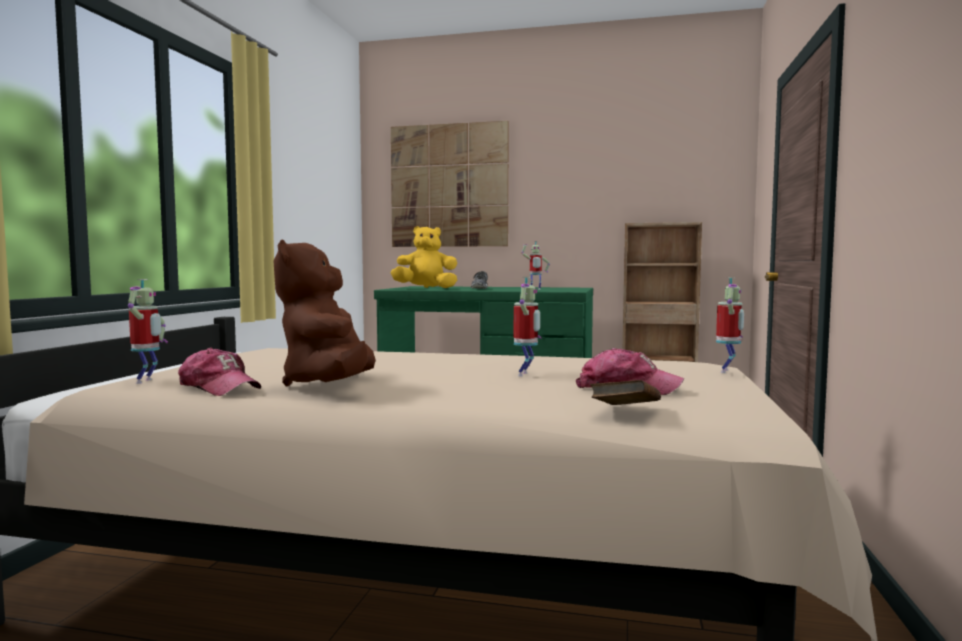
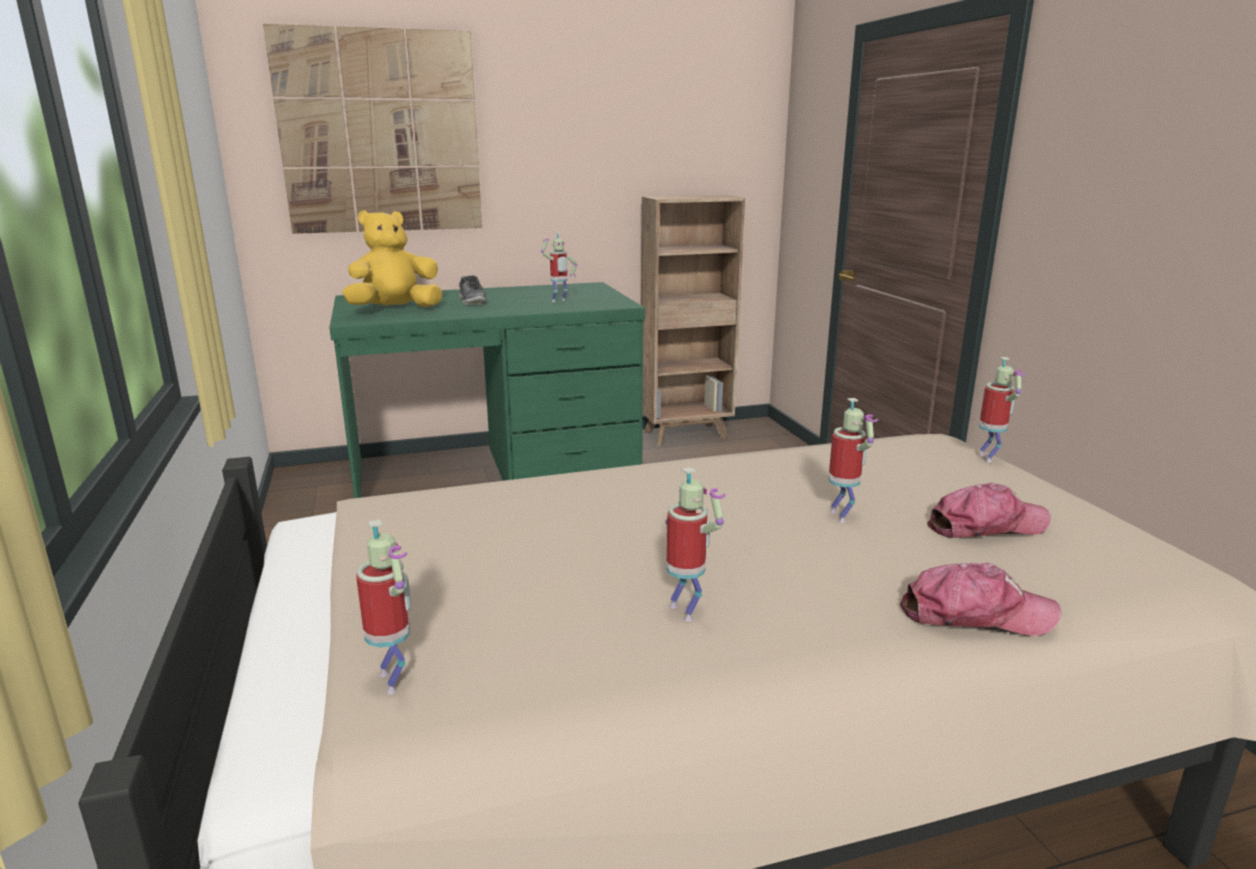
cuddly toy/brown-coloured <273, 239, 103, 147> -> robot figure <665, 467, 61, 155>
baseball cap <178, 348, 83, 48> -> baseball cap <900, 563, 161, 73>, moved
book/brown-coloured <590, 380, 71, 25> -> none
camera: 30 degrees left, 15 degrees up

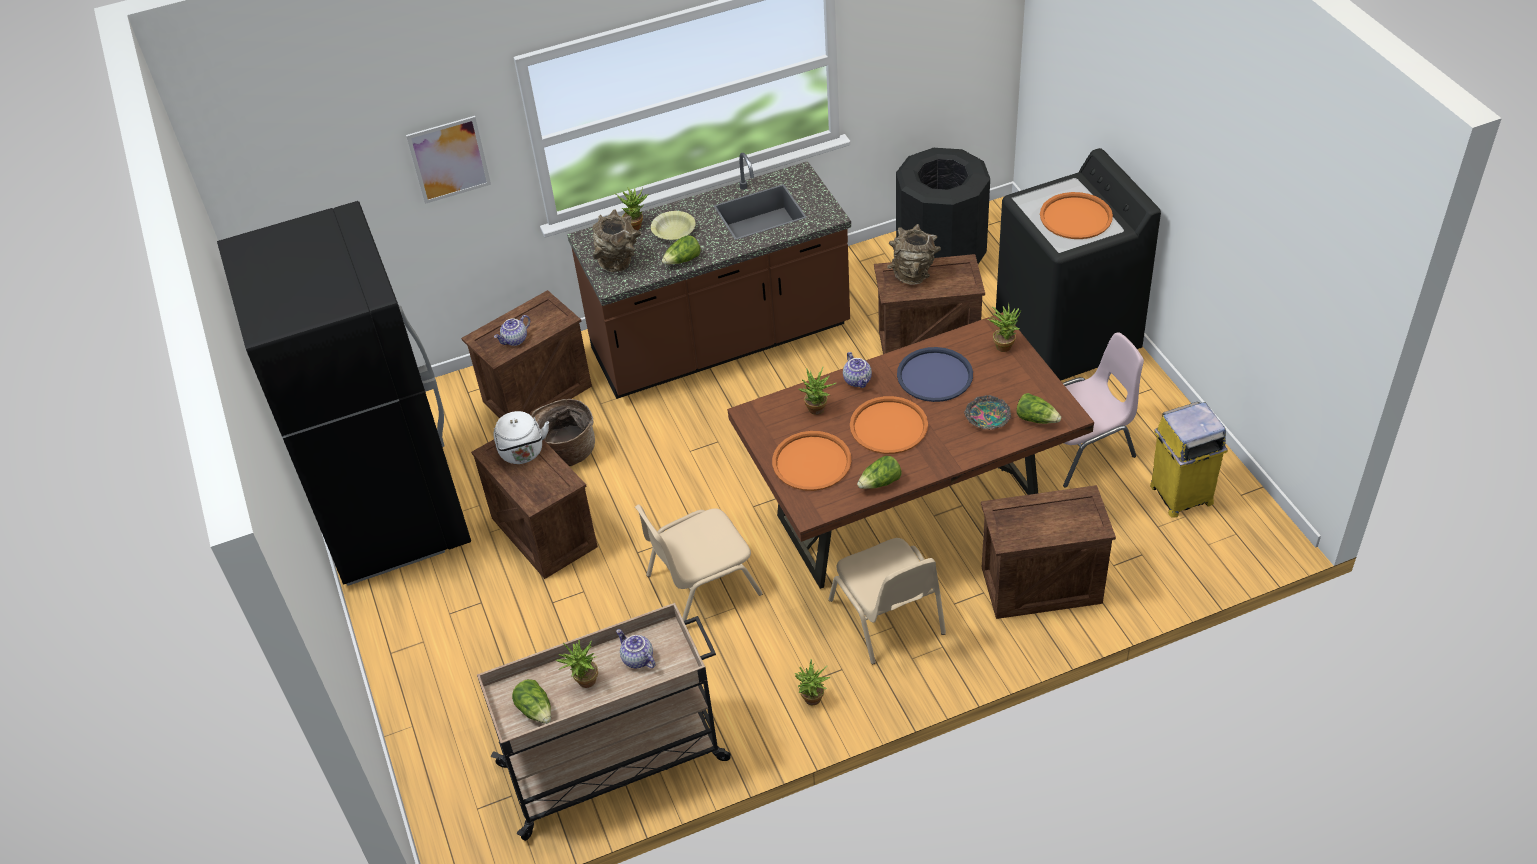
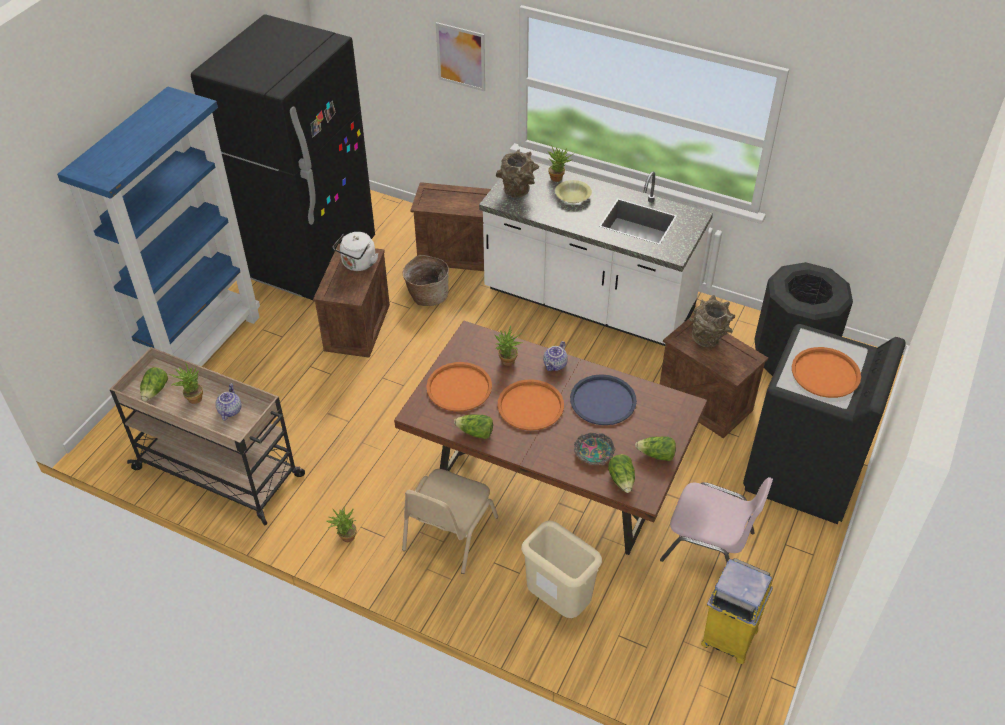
kitchen base unit/brown-coloured <567, 153, 284, 246> -> kitchen base unit/white-coloured <479, 161, 234, 185>
lettuce <662, 235, 39, 30> -> lettuce <635, 436, 41, 25>, moved
houseplant <988, 303, 33, 49> -> none
teapot <494, 315, 36, 31> -> none
crate <981, 485, 135, 134> -> trash can/beige-coloured <521, 520, 81, 98>
plain chair/beige-coloured <635, 505, 128, 116> -> none
none -> bookcase/bluish <57, 87, 203, 280>
camera: 45 degrees right, 0 degrees up

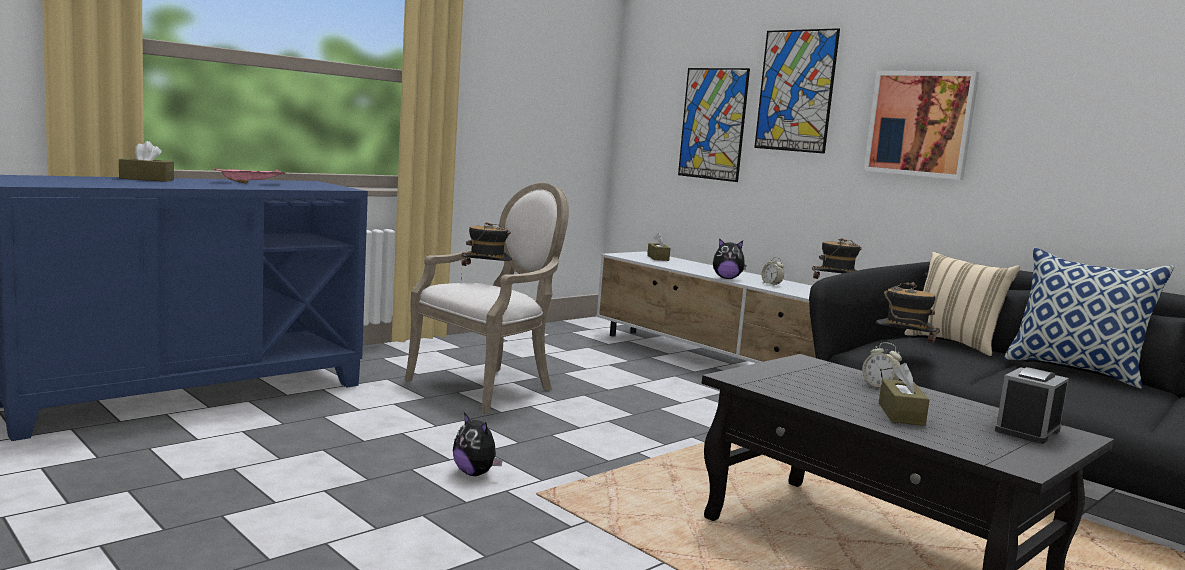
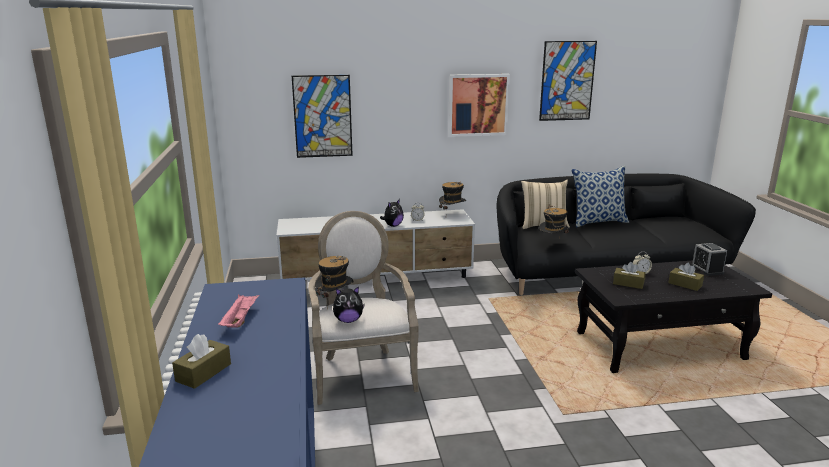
picture <754, 28, 86, 126> -> picture <539, 41, 58, 80>, moved
tissue holder/brown-coloured <647, 233, 23, 28> -> tissue holder/brown-coloured <613, 262, 33, 27>, moved
cuddly toy <453, 412, 50, 64> -> cuddly toy <333, 286, 32, 37>, moved
camera: 55 degrees left, 10 degrees up

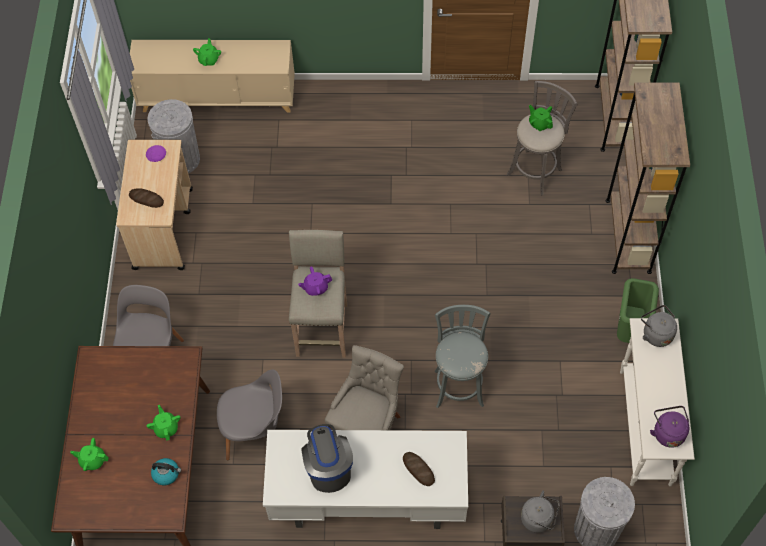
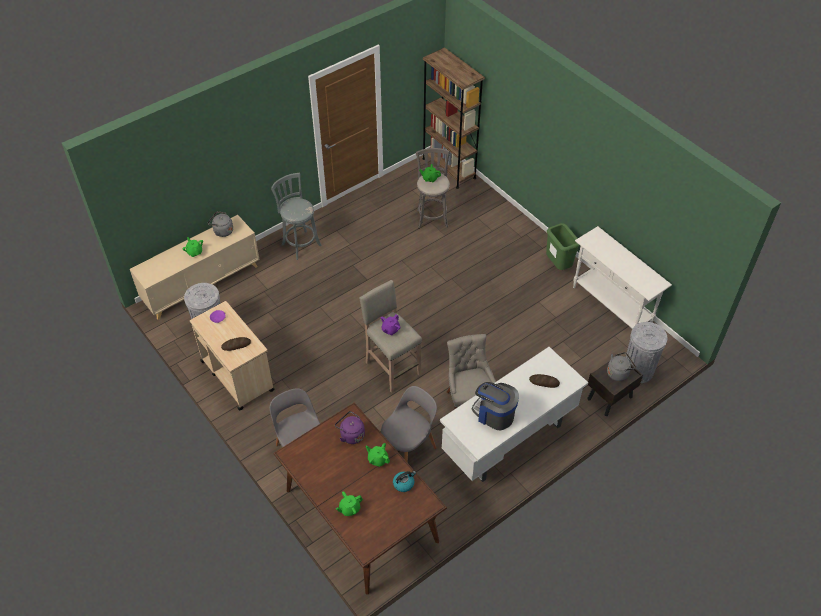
bookcase/brown-coloured <605, 82, 85, 192> -> none
stool/gray <434, 305, 57, 103> -> stool/gray <271, 173, 50, 87>, moved
kettle/gray <641, 305, 36, 42> -> kettle/gray <208, 211, 25, 26>, moved
kettle/purple <650, 406, 39, 42> -> kettle/purple <335, 411, 30, 33>, moved
camera: 40 degrees left, 10 degrees down

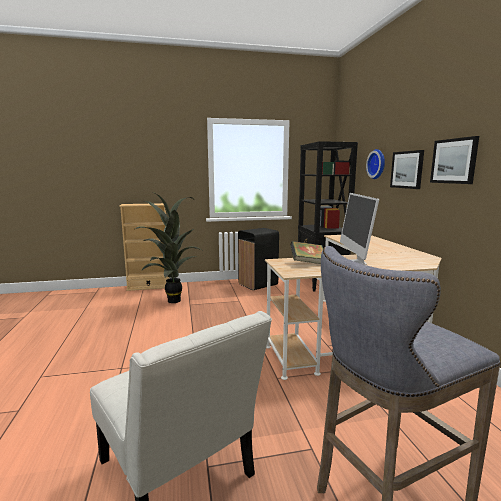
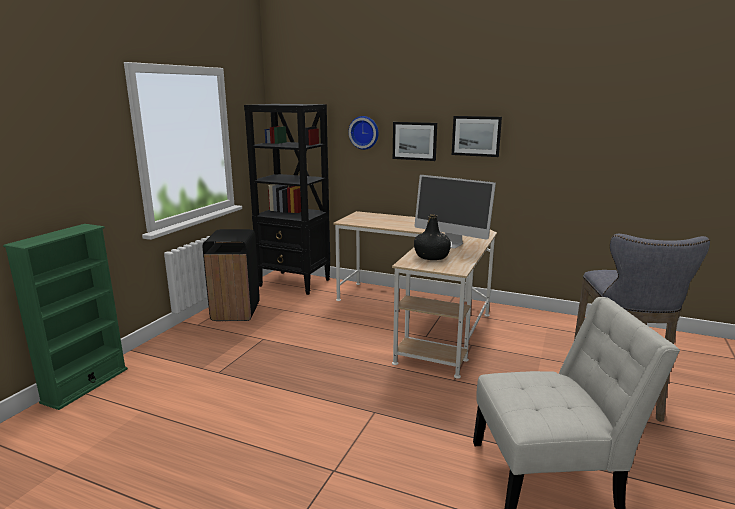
houseplant <135, 192, 69, 111> -> none
bookcase/beige-coloured <119, 203, 51, 88> -> bookcase/greenish <3, 224, 125, 186>
book <290, 241, 33, 23> -> bottle/black-coloured <414, 214, 37, 46>
camera: 55 degrees left, 5 degrees up

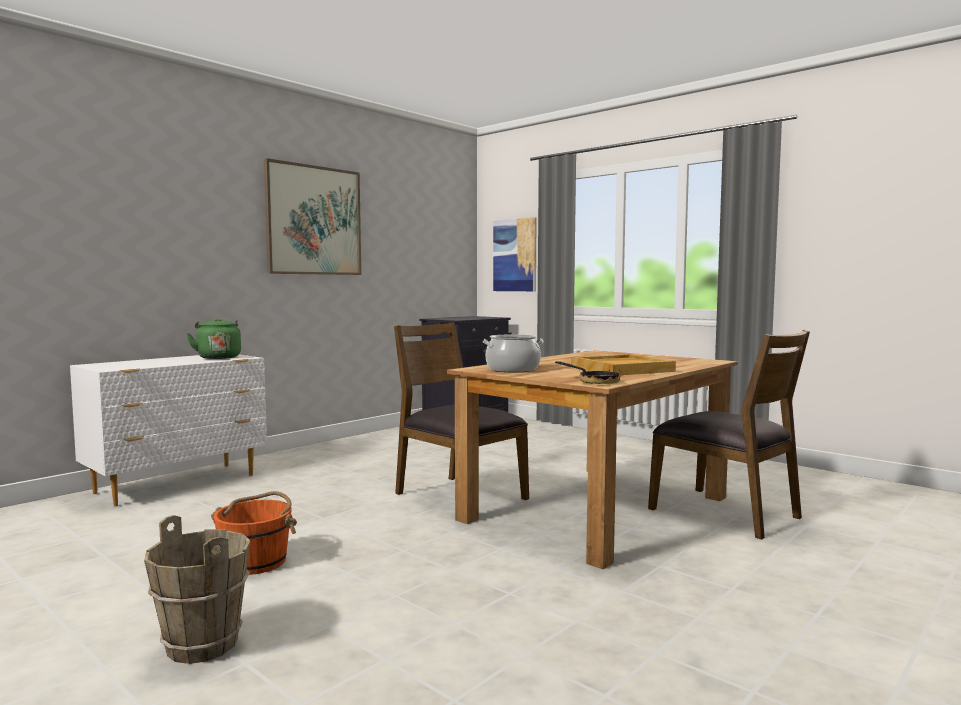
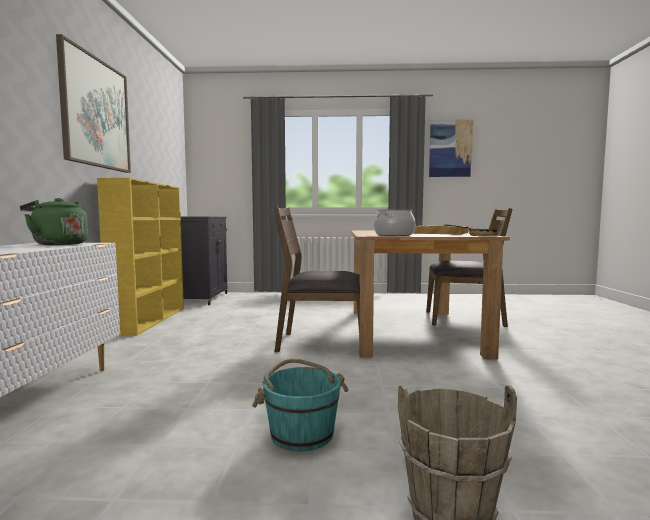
picture <493, 217, 44, 74> -> picture <429, 119, 44, 58>, moved
pail/orange <211, 491, 86, 84> -> pail/turquoise <252, 359, 96, 92>
none -> bookcase/yellowish <97, 178, 87, 158>
camera: 40 degrees left, 0 degrees up

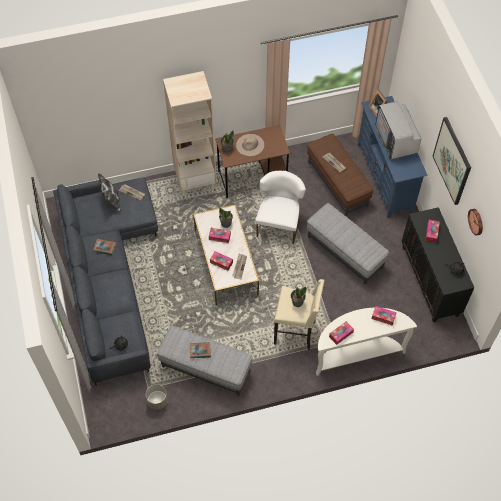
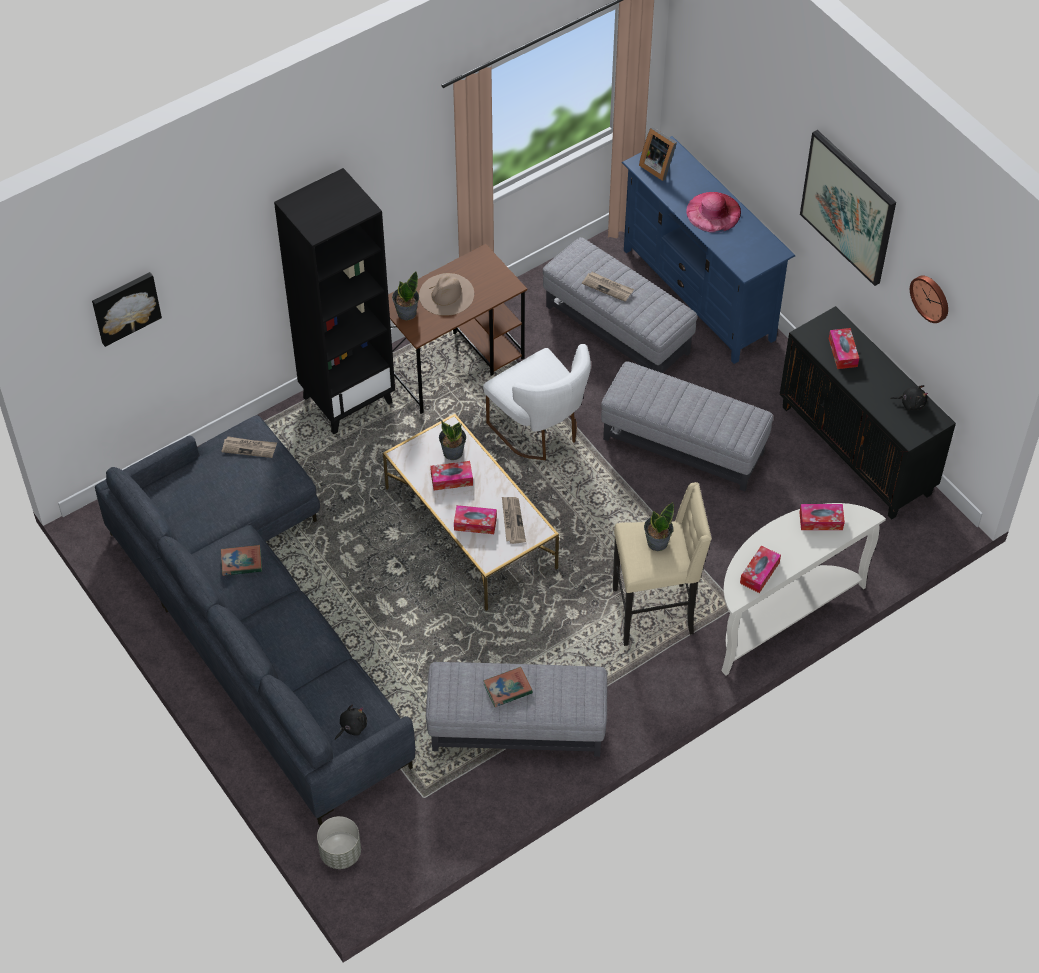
bookcase/beige-coloured <163, 71, 54, 125> -> bookcase/black-coloured <274, 168, 121, 266>
TV set <375, 102, 46, 57> -> wearable hat/pink <686, 192, 55, 41>
ottoman/brown-coloured <307, 134, 66, 82> -> ottoman/gray <543, 237, 154, 136>
plain chair/white-coloured <256, 171, 50, 73> -> plain chair/white-coloured <483, 344, 108, 116>, 150 degrees clockwise
cushion <98, 173, 23, 40> -> none
planter/gray <146, 384, 22, 26> -> planter/gray <317, 816, 44, 53>, moved
none -> picture <92, 272, 70, 75>
camera: 20 degrees left, 5 degrees down

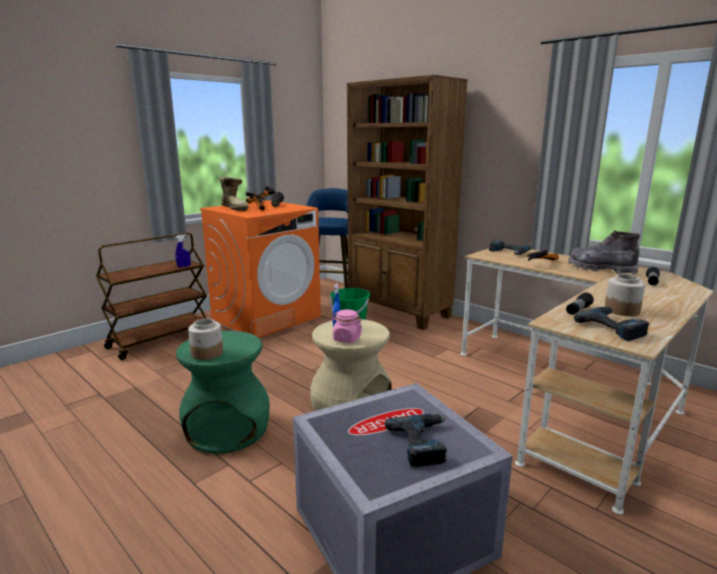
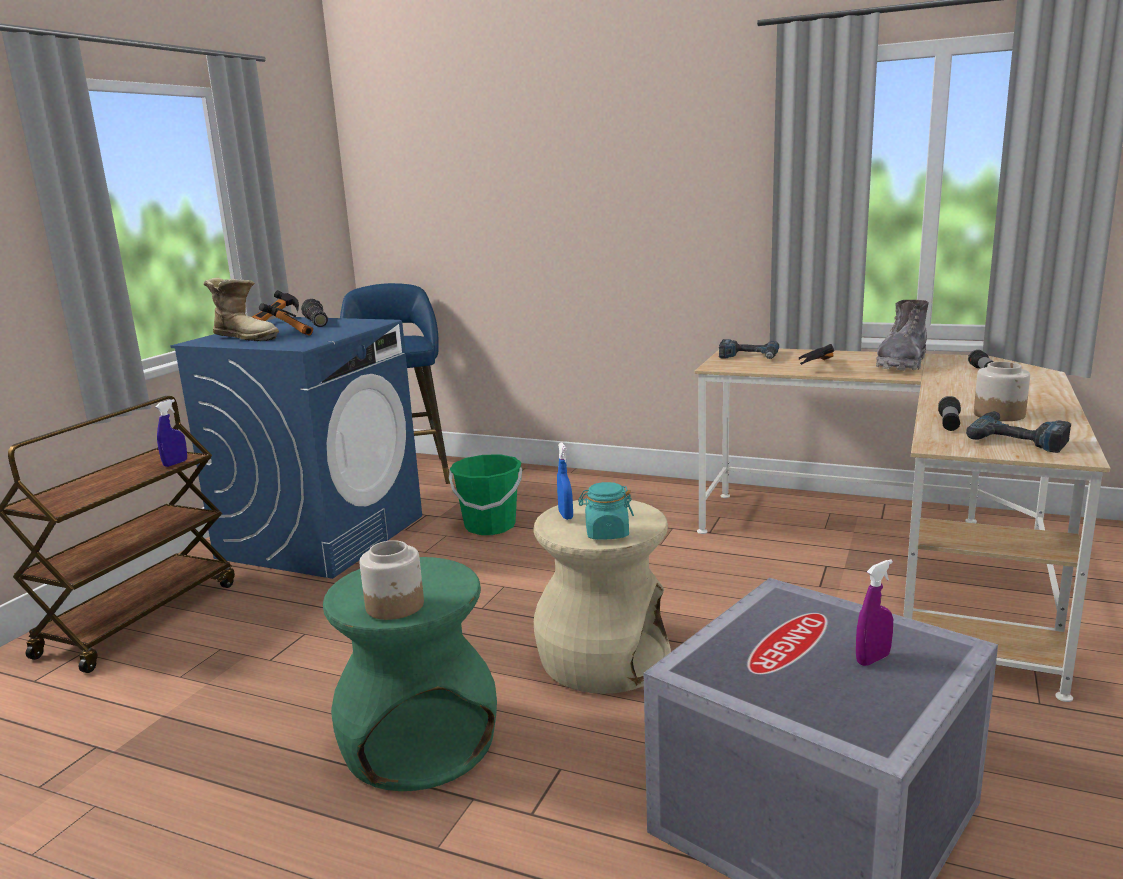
bookcase/brown-coloured <347, 75, 121, 255> -> none
washing machine/orange <200, 200, 121, 138> -> washing machine/bluish <170, 317, 252, 262>
high-top boot/gray <568, 230, 72, 45> -> high-top boot/gray <876, 300, 53, 71>, 75 degrees counterclockwise
storage jar/pink <331, 309, 32, 34> -> storage jar/turquoise <578, 482, 56, 58>
power drill <385, 414, 62, 53> -> hand sprayer/purple <856, 559, 37, 107>
camera: 20 degrees left, 0 degrees up

